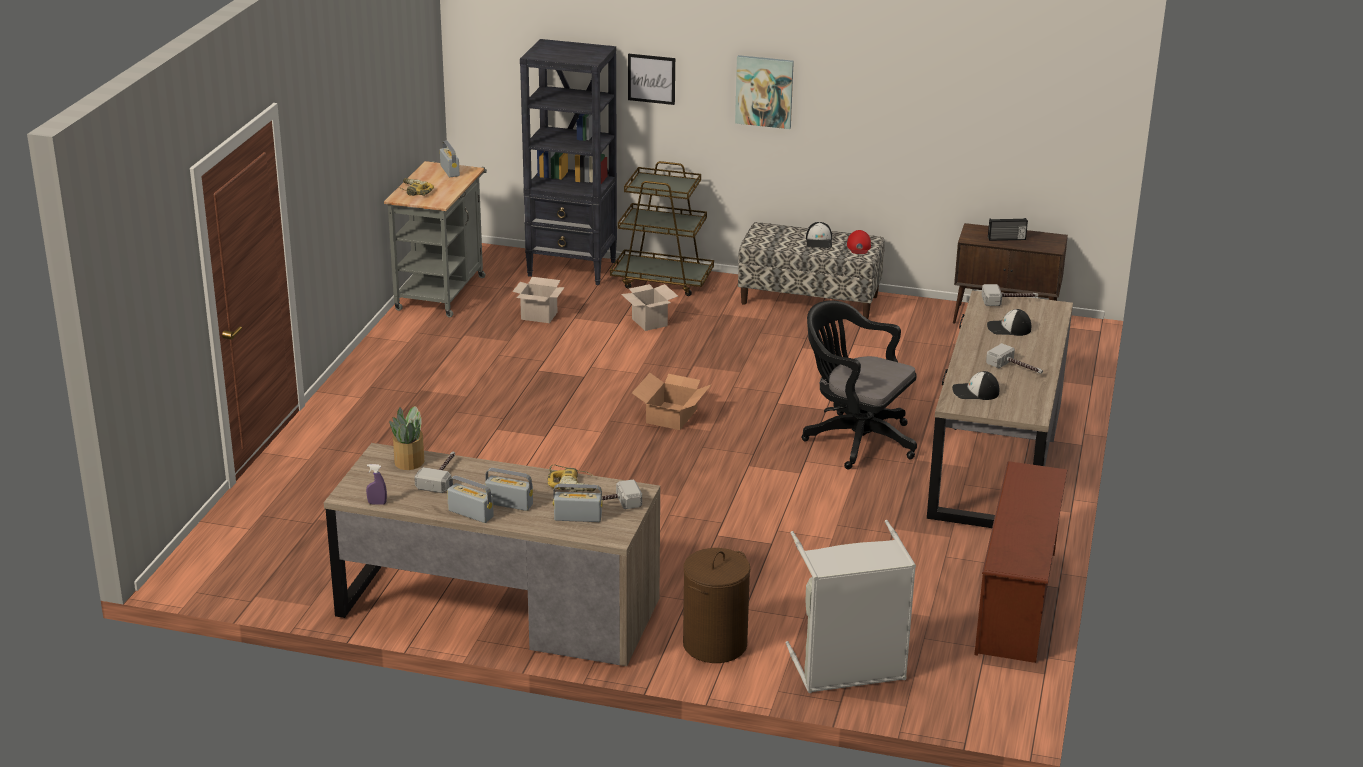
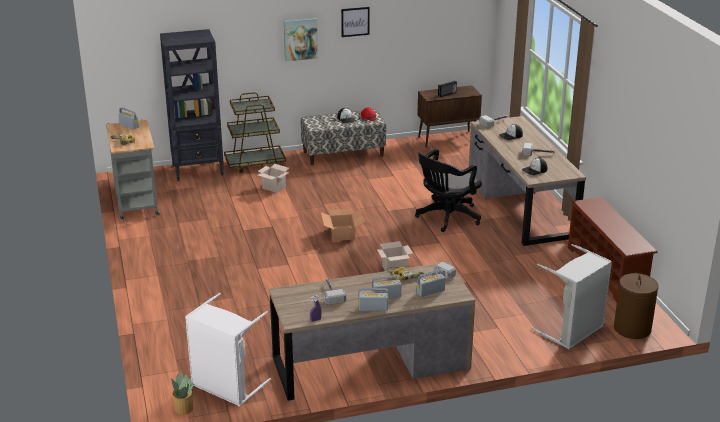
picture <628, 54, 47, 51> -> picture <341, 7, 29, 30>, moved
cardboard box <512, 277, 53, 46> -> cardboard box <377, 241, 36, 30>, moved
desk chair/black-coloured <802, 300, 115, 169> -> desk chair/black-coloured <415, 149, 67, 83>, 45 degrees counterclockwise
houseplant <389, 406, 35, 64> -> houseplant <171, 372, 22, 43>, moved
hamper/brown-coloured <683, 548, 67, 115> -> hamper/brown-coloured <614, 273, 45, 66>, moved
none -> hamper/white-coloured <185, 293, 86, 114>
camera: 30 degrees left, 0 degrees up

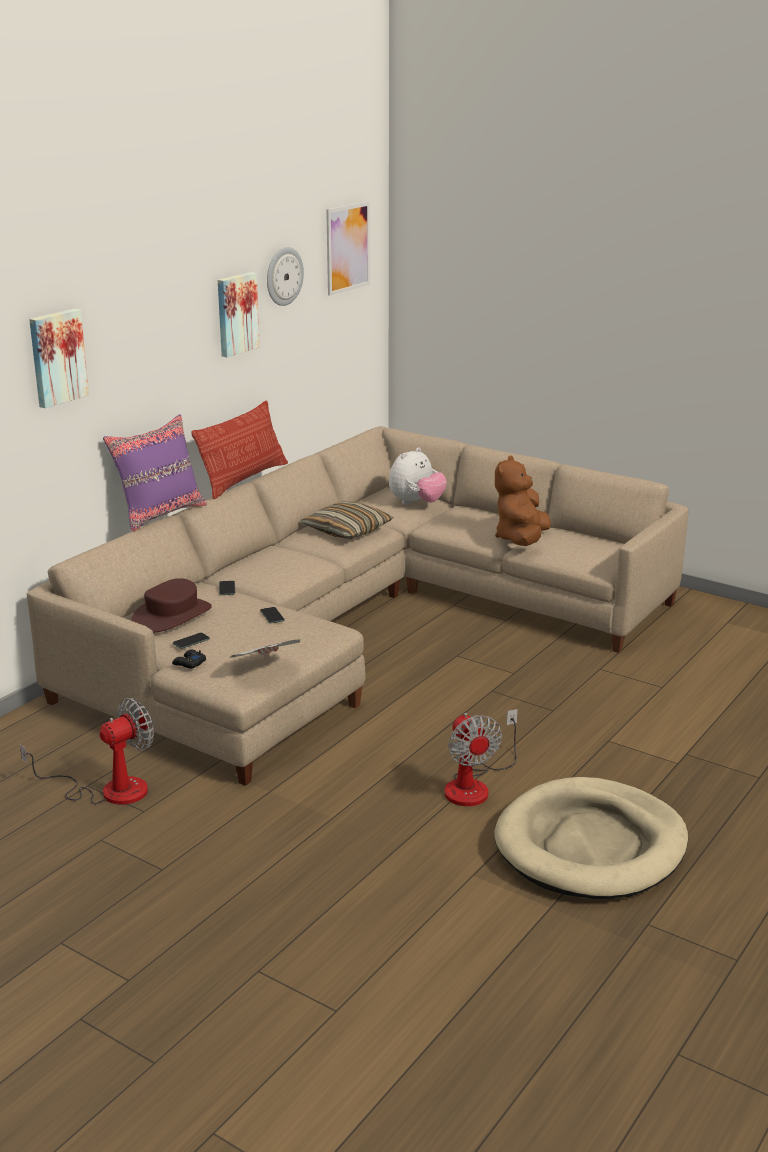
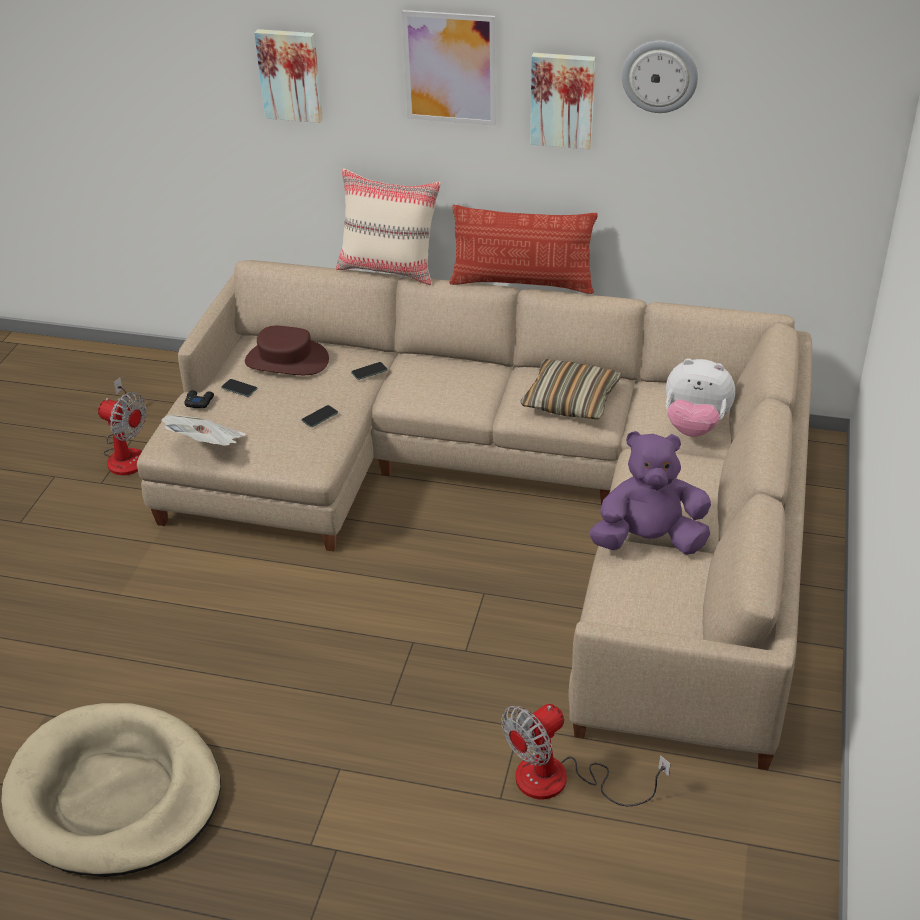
picture <326, 202, 44, 94> -> picture <402, 10, 94, 115>, moved
cushion/purple <103, 414, 104, 118> -> cushion/beige-coloured <336, 169, 105, 116>
cuddly toy/brown-coloured <495, 456, 56, 90> -> cuddly toy/purple <589, 431, 122, 124>
electric fan <444, 709, 74, 97> -> electric fan <501, 704, 170, 102>, moved
camera: 70 degrees right, 15 degrees up

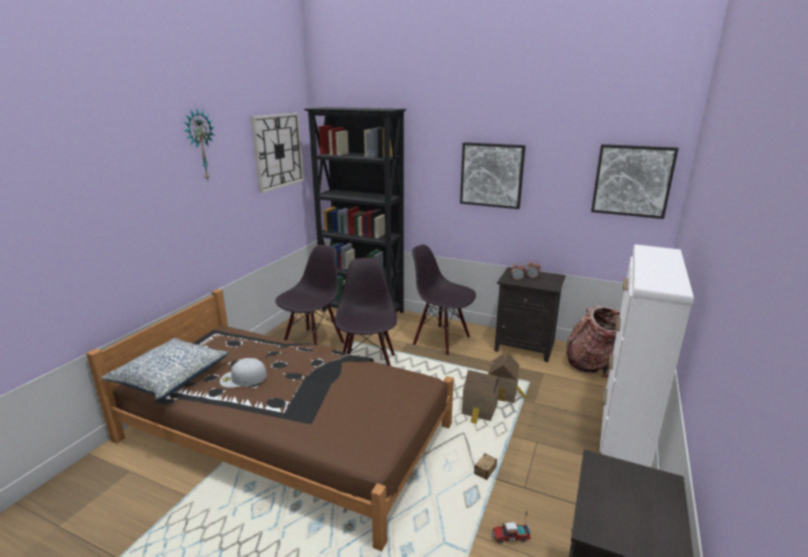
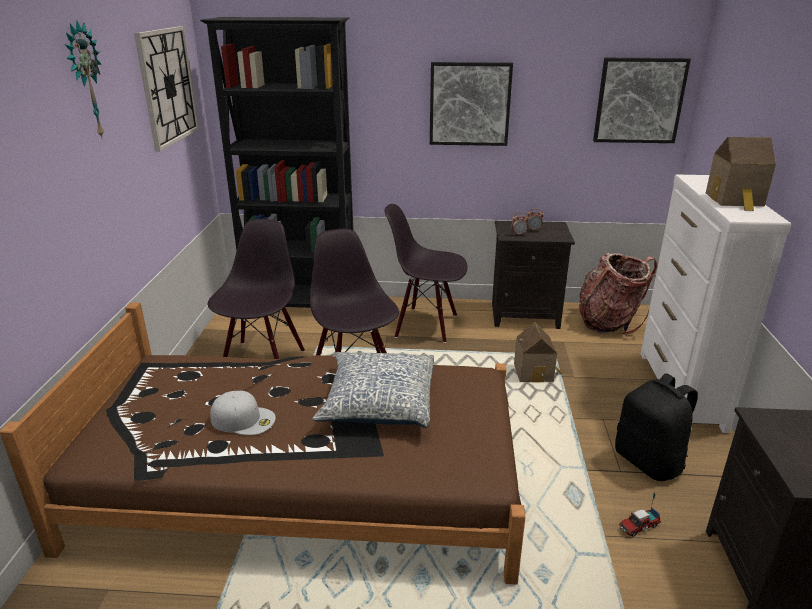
cushion <101, 338, 128, 62> -> cushion <313, 352, 121, 76>, moved
baseball cap/white-coloured <220, 358, 47, 30> -> baseball cap/white-coloured <210, 391, 66, 44>, 135 degrees counterclockwise
miniature house <462, 370, 37, 54> -> miniature house <706, 137, 70, 74>, moved
storage box <474, 453, 23, 27> -> none
none -> knapsack/black-coloured <615, 374, 83, 107>
camera: 20 degrees left, 5 degrees up

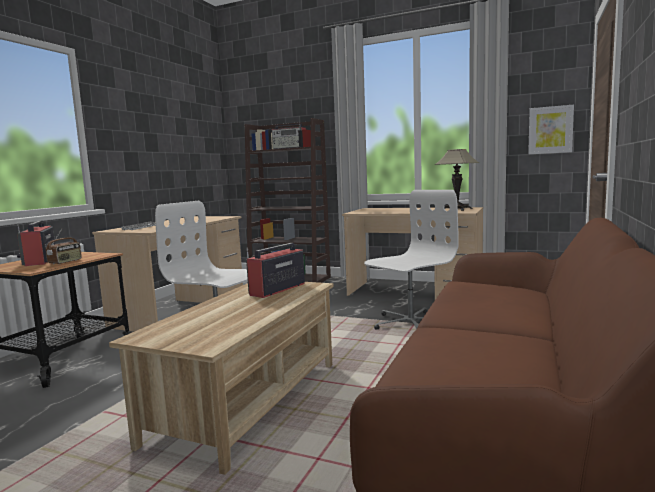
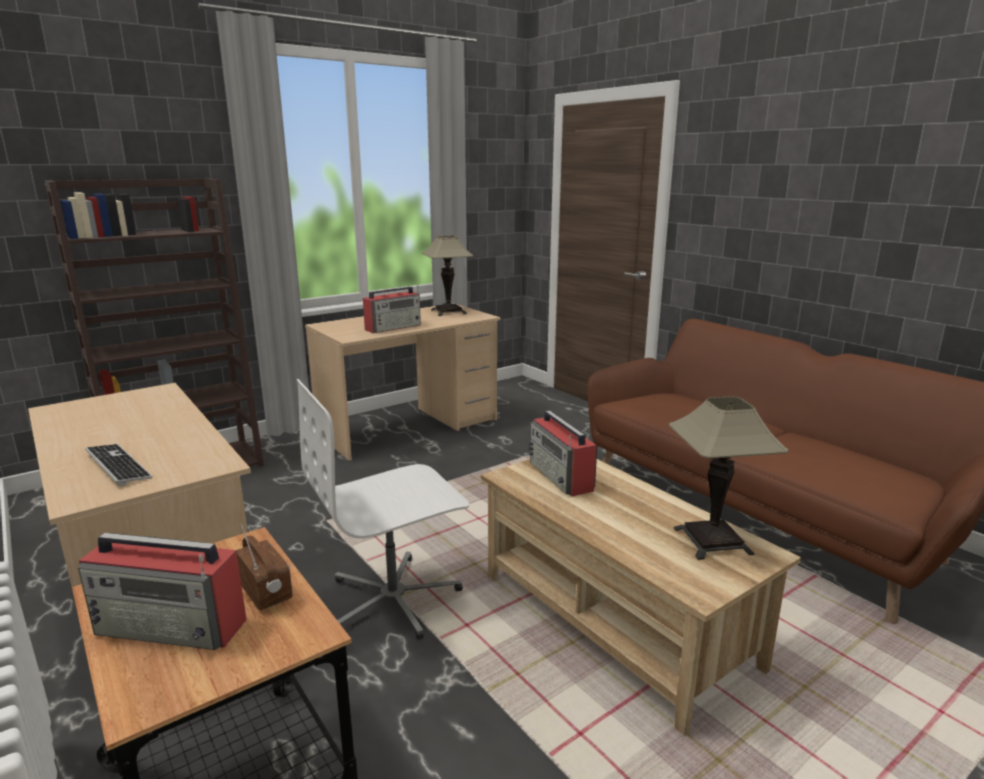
picture <528, 105, 46, 49> -> none
radio set <272, 121, 34, 28> -> radio set <363, 285, 58, 48>, moved
desk chair/white-coloured <364, 190, 95, 139> -> none
none -> table lamp <668, 396, 121, 164>
camera: 60 degrees left, 10 degrees up

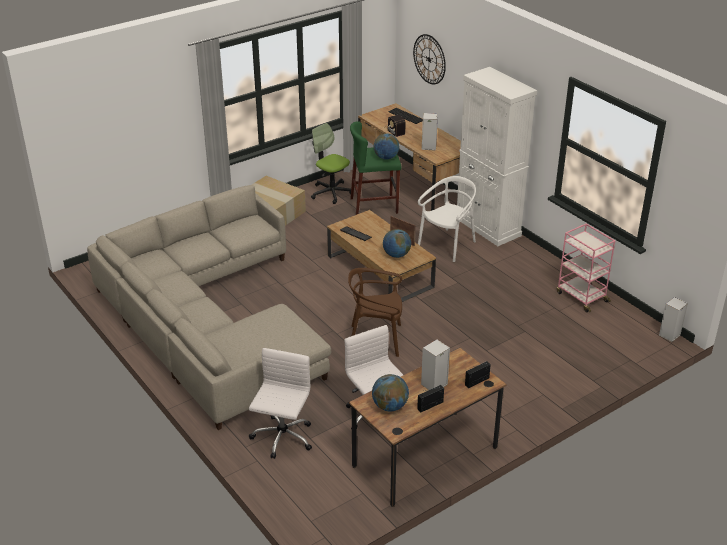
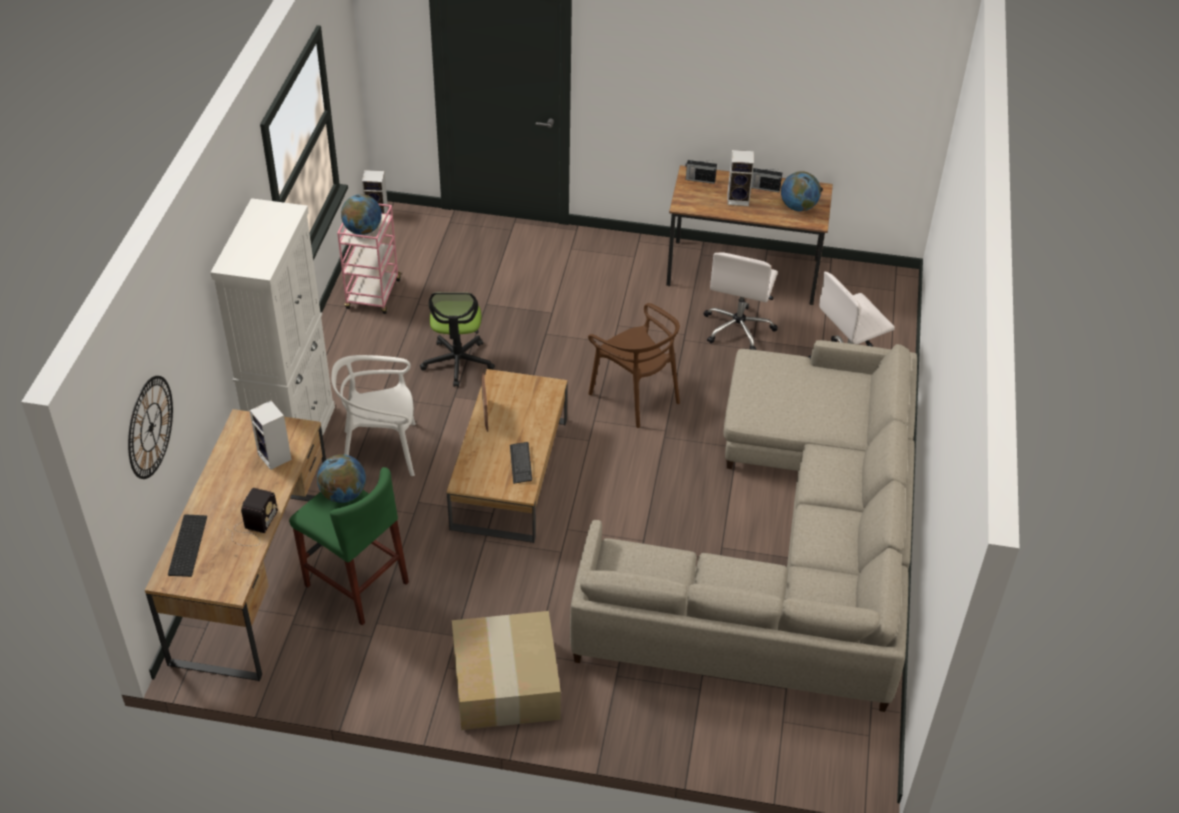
desk chair <311, 123, 40, 81> -> desk chair <420, 292, 75, 95>, moved
desk globe <383, 229, 28, 29> -> desk globe <341, 194, 41, 41>, moved
camera: 135 degrees left, 10 degrees up

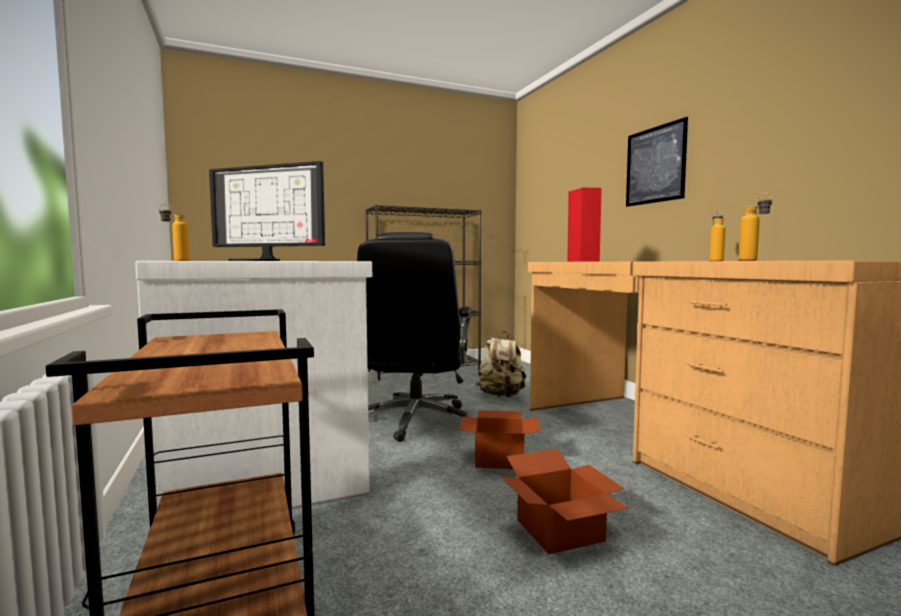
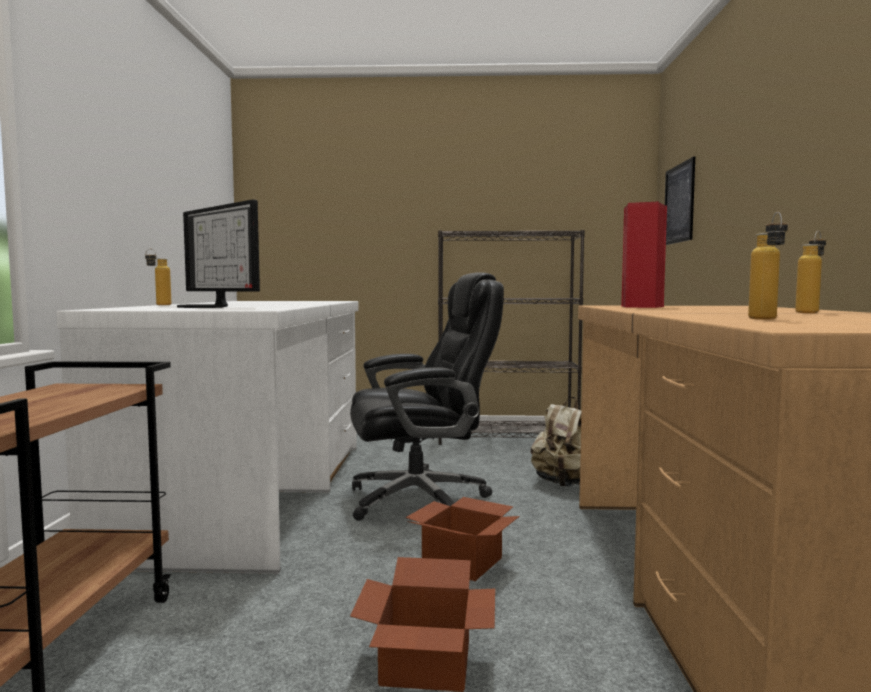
picture <626, 117, 62, 90> -> picture <665, 156, 30, 89>, moved
desk chair/black-coloured <357, 232, 116, 210> -> desk chair/black-coloured <350, 272, 154, 249>, 135 degrees counterclockwise
camera: 25 degrees right, 0 degrees up

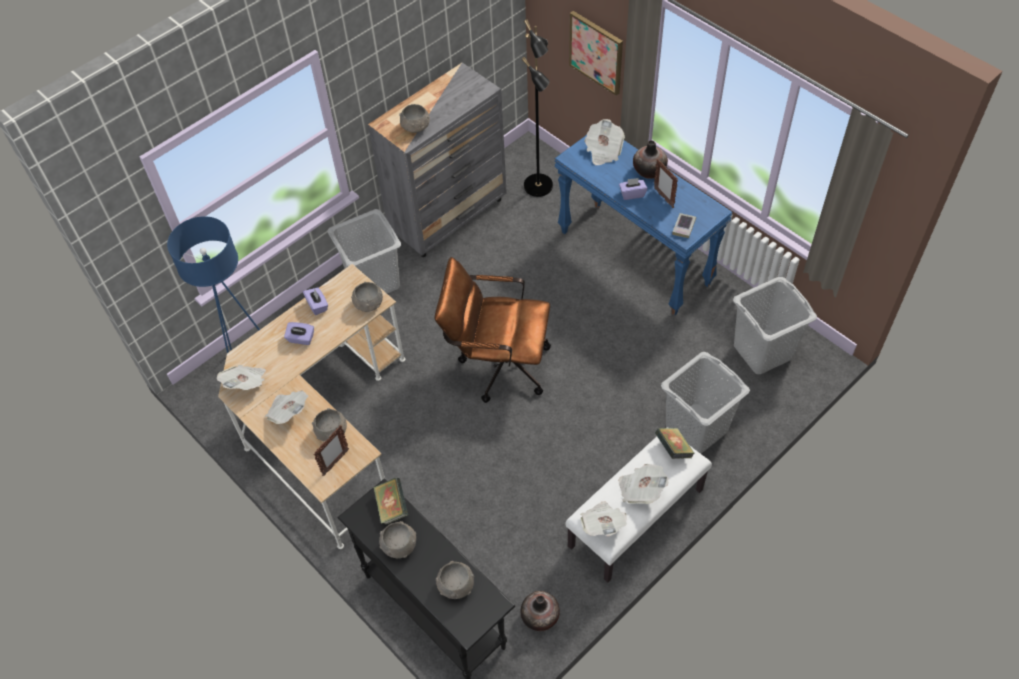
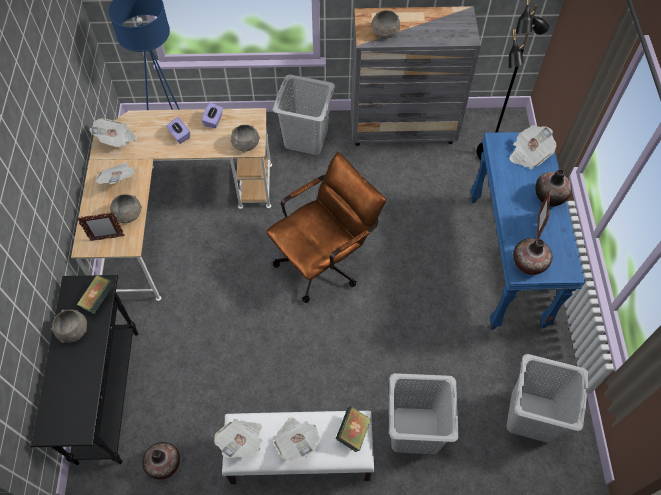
picture <569, 11, 54, 85> -> none
tissue holder/purple <619, 178, 28, 22> -> none
book <672, 213, 24, 25> -> flower vase <513, 238, 39, 37>
desk chair/brown-coloured <435, 257, 116, 146> -> desk chair/brown-coloured <266, 152, 120, 151>, 90 degrees clockwise
deep dish/gray <436, 561, 38, 38> -> none
camera: 40 degrees right, 5 degrees up

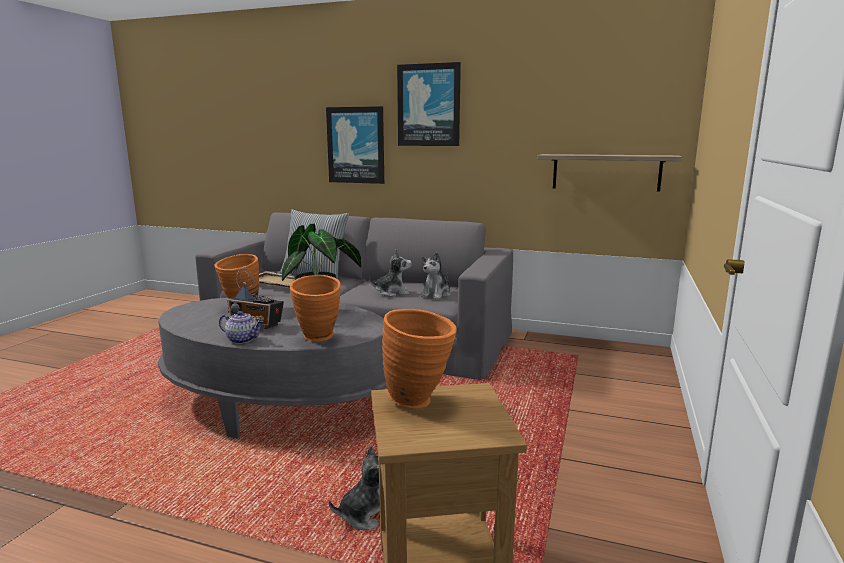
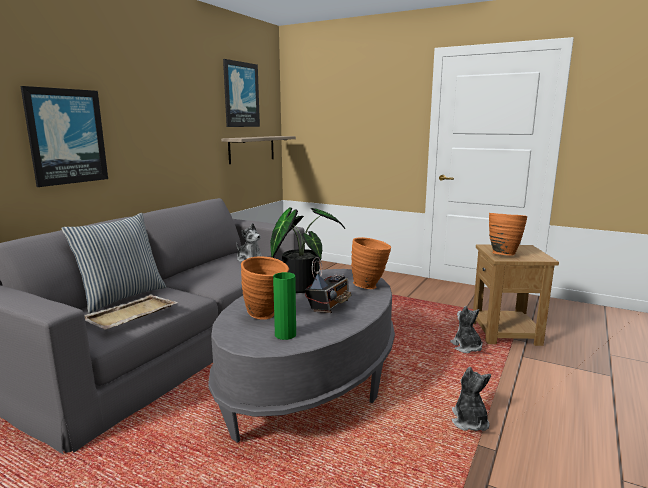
picture <397, 62, 64, 84> -> picture <223, 59, 37, 68>, moved
cuddly toy <369, 250, 43, 47> -> cuddly toy <452, 367, 39, 64>, moved
teapot <219, 311, 44, 33> -> none
none -> flower vase/greenish <273, 272, 23, 68>
camera: 80 degrees left, 0 degrees up

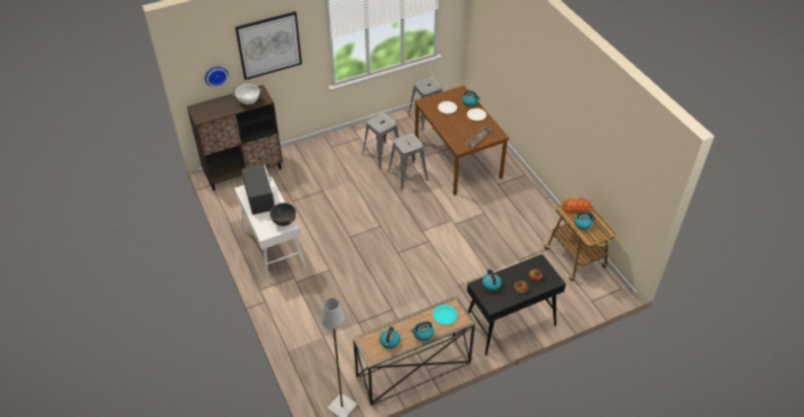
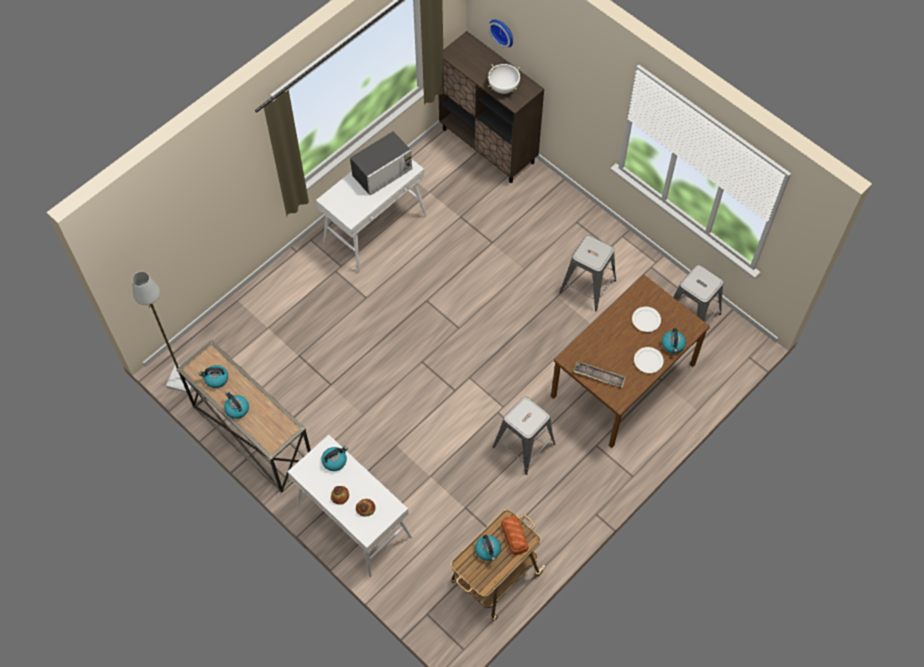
picture <235, 11, 67, 69> -> none
stool/gray <388, 133, 40, 57> -> stool/gray <492, 397, 64, 78>, moved
stockpot/black-coloured <270, 203, 27, 23> -> none
narrow table/black-coloured <467, 254, 99, 102> -> narrow table/white-coloured <287, 435, 125, 142>
dinner plate/turquoise <432, 305, 25, 20> -> none
camera: 70 degrees right, 15 degrees up

